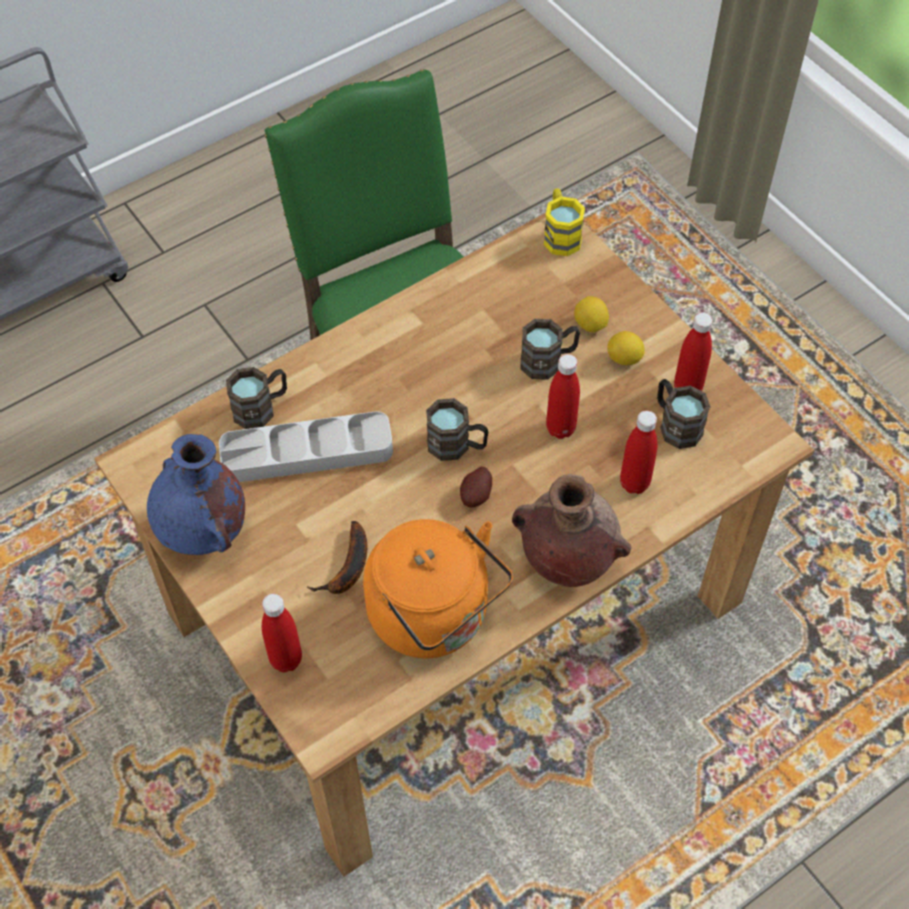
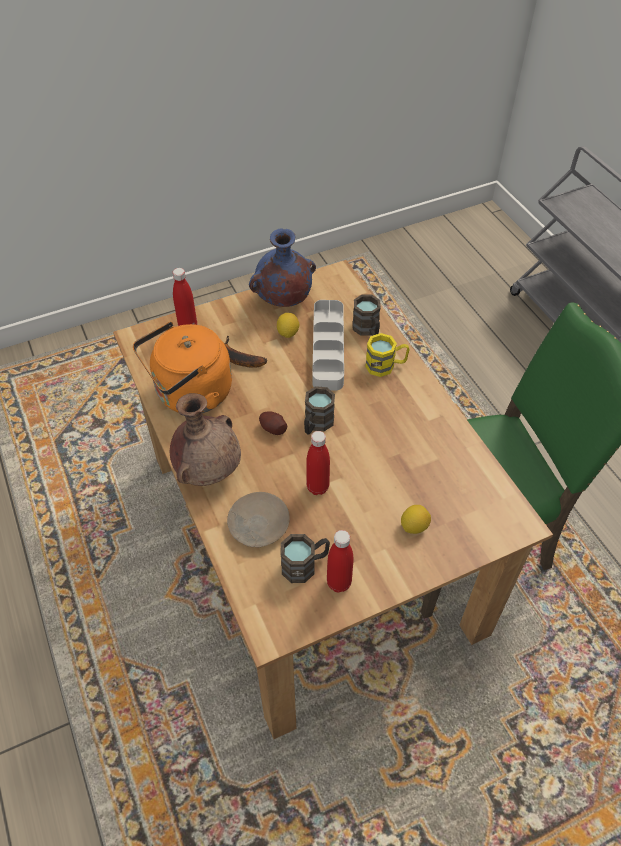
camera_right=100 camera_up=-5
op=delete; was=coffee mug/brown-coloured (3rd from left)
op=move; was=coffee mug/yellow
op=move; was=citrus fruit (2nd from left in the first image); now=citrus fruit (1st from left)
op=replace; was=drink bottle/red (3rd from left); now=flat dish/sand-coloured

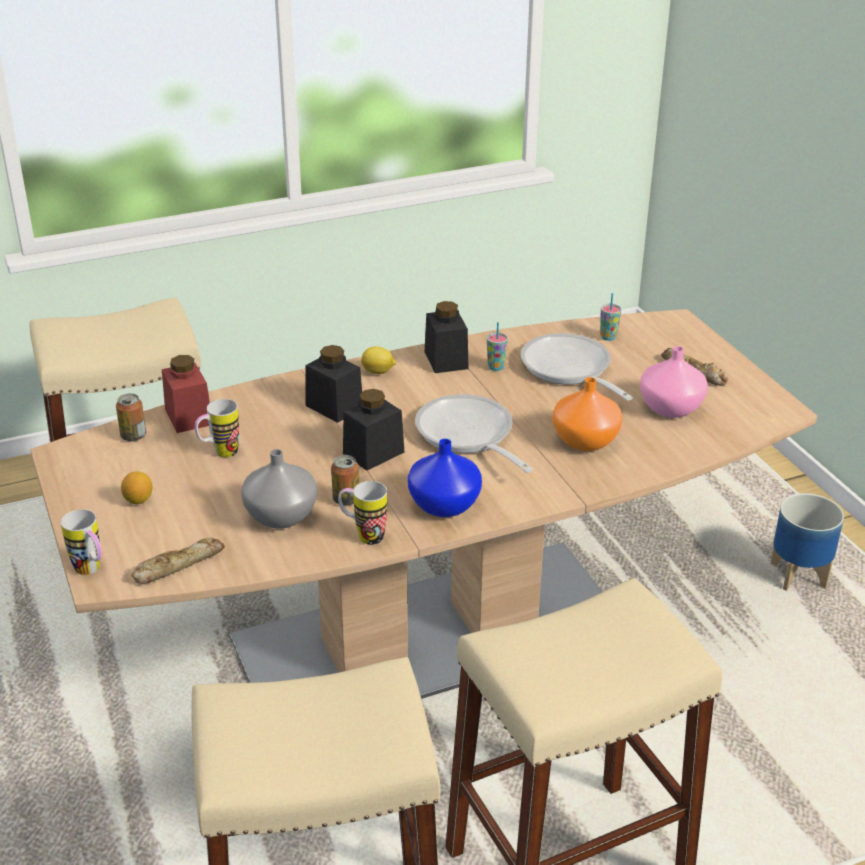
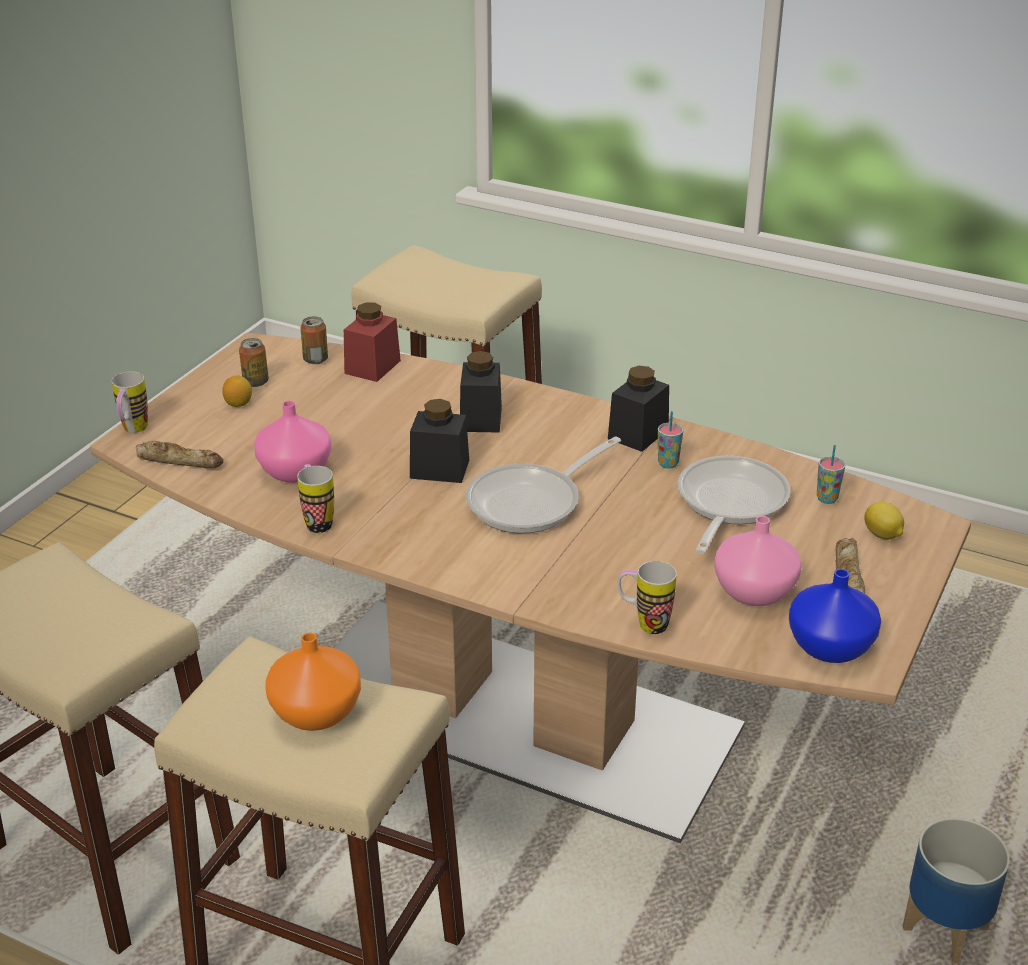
camera_right=50 camera_up=0
op=move; was=coffee mug (2nd from left in the first image); now=coffee mug (3rd from left)
op=move; was=sealed can (2nd from left in the first image); now=sealed can (1st from left)
op=move; was=citrus fruit (2nd from left)
op=move; was=flower vase/blue-coloured
op=move; was=flower vase/orange-coloured
op=recolor; was=flower vase/gray; now=flower vase/pink-coloured (1st from left)
op=rotate; was=frying pan (1st from left); clockwise=-150

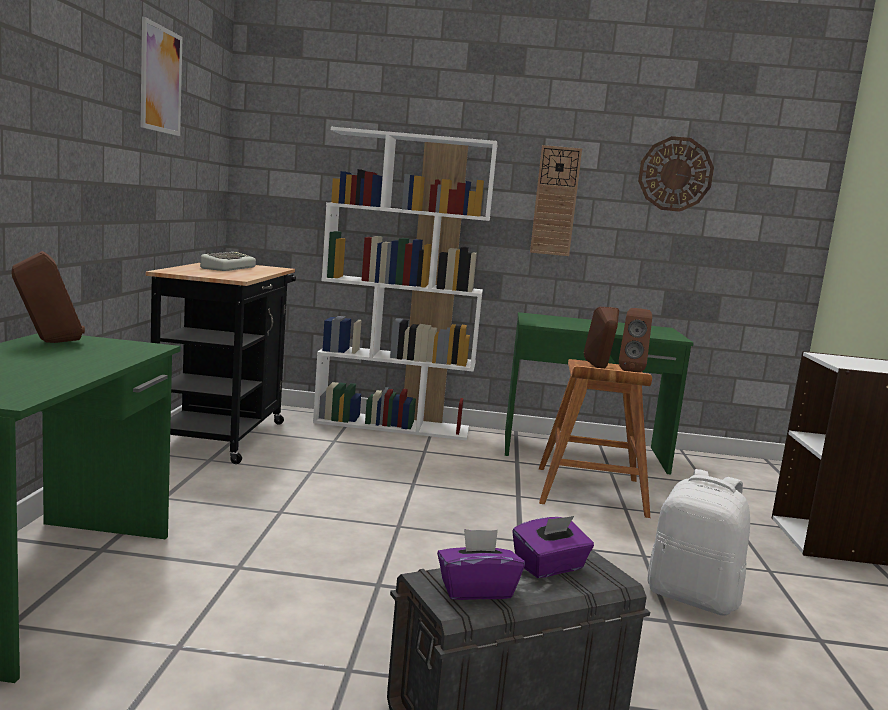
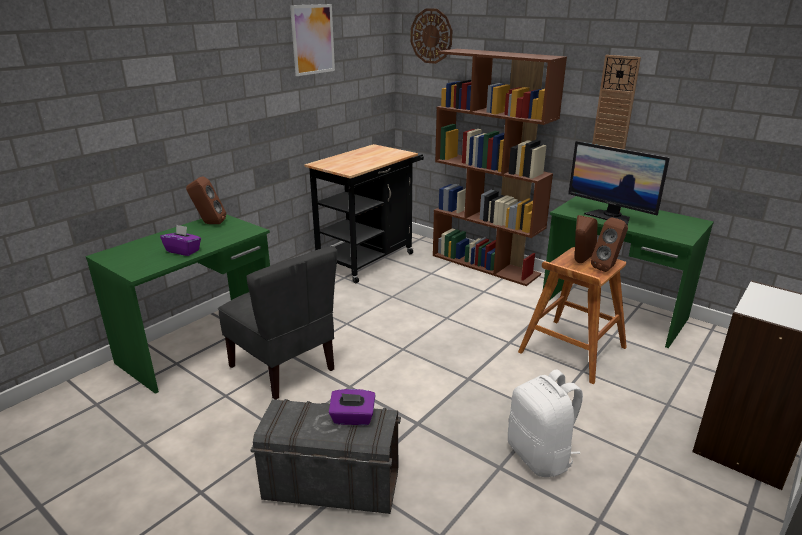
camera_right=35 camera_up=15
op=delete; was=computer keyboard
op=insert; now=plain chair/gray
op=insert; now=computer screen
op=move; was=tissue box/purple (1st from left)
op=move; was=clock on the wall (2nd from left in the first image); now=clock on the wall (1st from left)
op=recolor; was=bookshelf/white-coloured (1st from left); now=bookshelf/brown-coloured

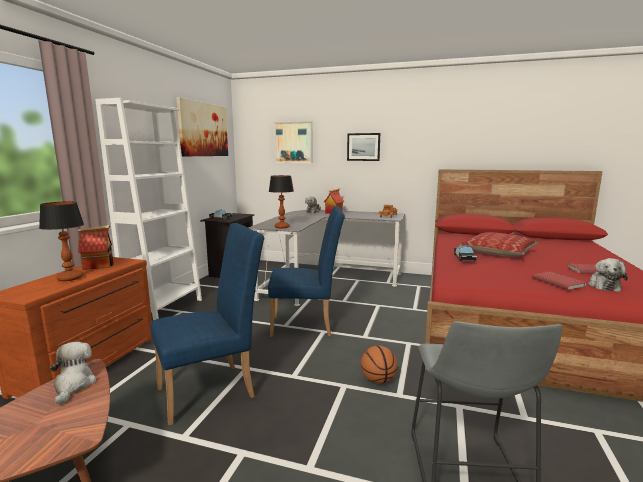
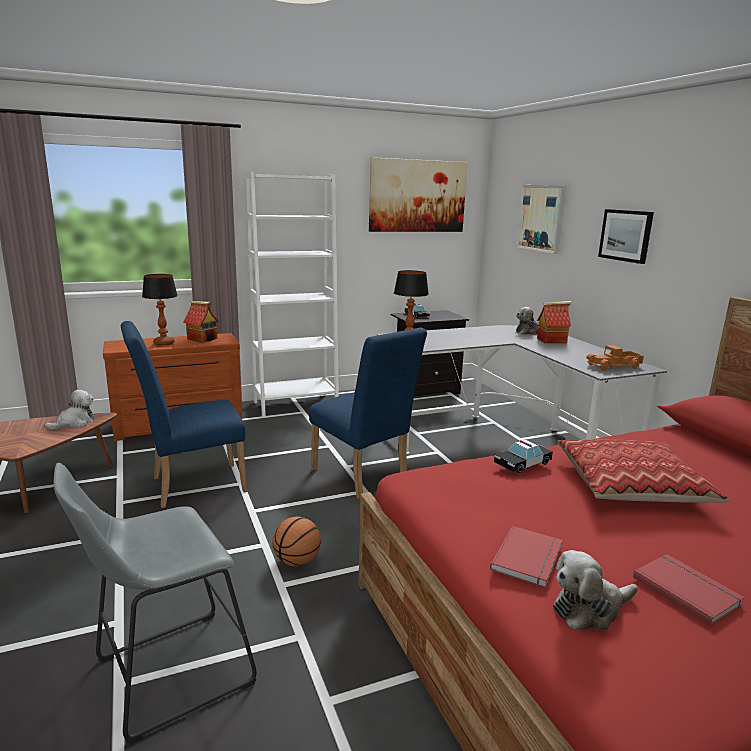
camera_right=50 camera_up=5
op=rotate; was=plain chair/blue-coloured (1st from left); clockwise=135

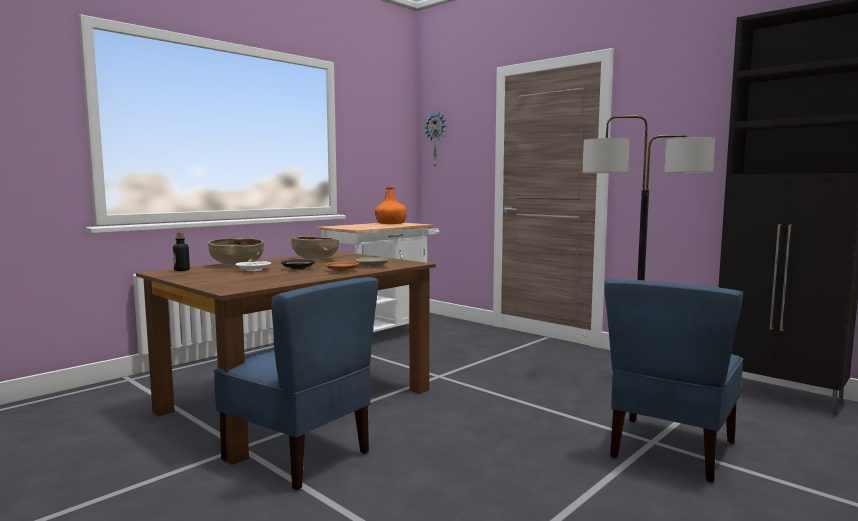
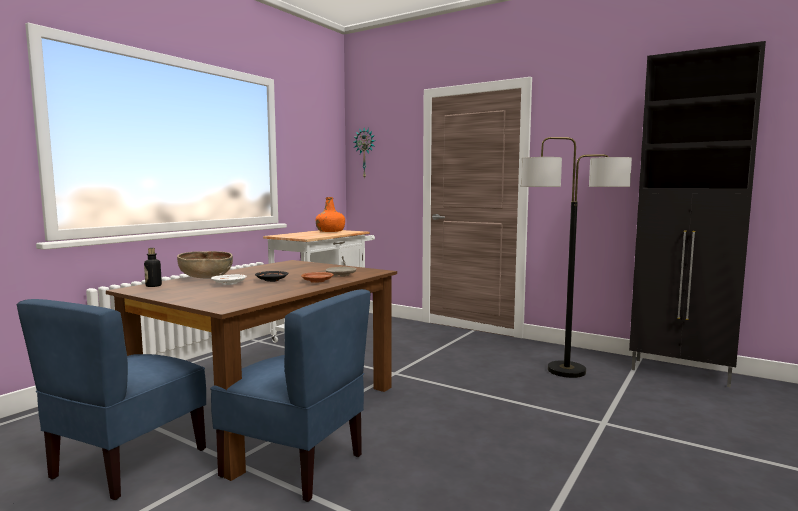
camera_right=-10 camera_up=0
op=delete; was=bowl/brown-coloured (2nd from left)
op=move; was=plain chair/blue-coloured (2nd from left in the first image); now=plain chair/blue-coloured (1st from left)

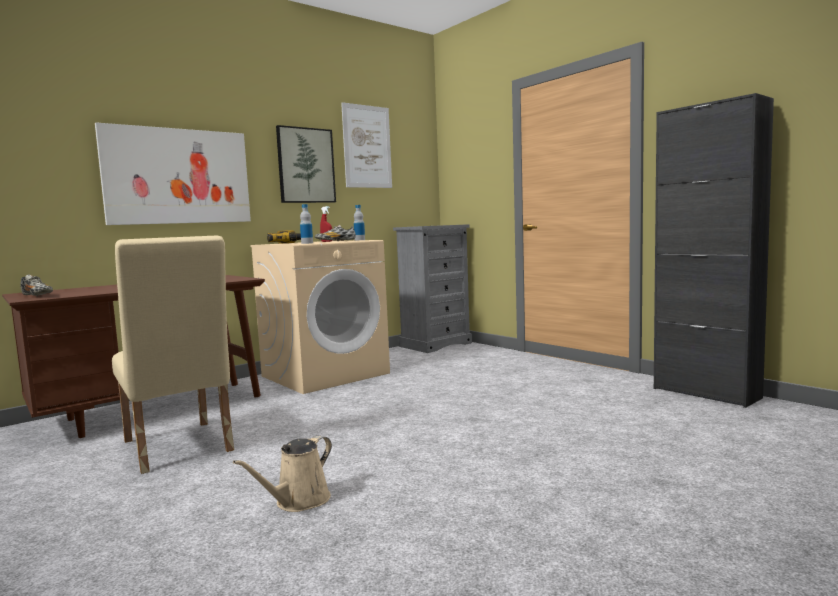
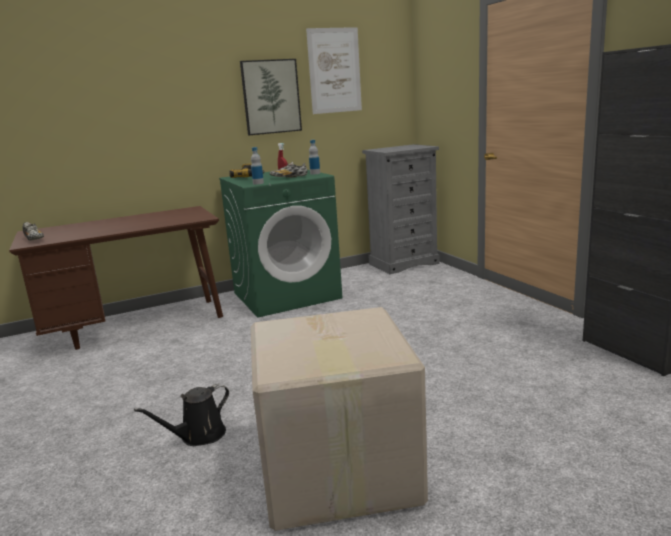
camera_right=15 camera_up=10
op=delete; was=wall art (1st from left)
op=delete; was=plain chair/sand-coloured
op=insert; now=packing box
op=recolor; was=watering can/sand-coloured; now=watering can/black-coloured
op=recolor; was=laundry machine/sand-coloured; now=laundry machine/green

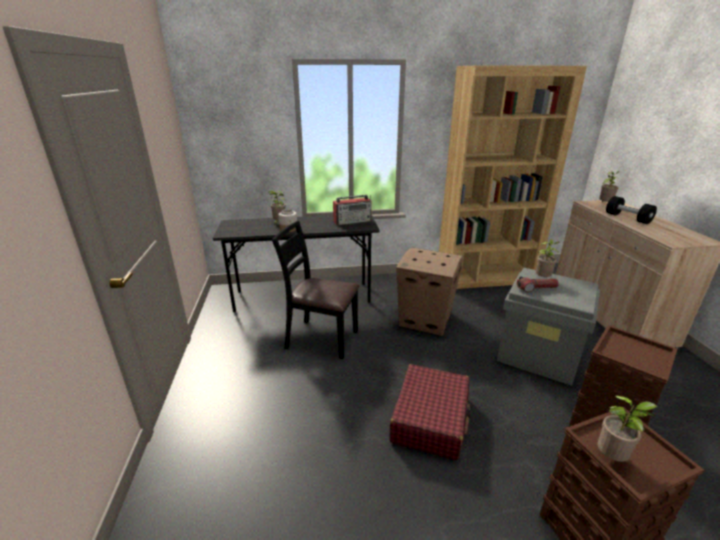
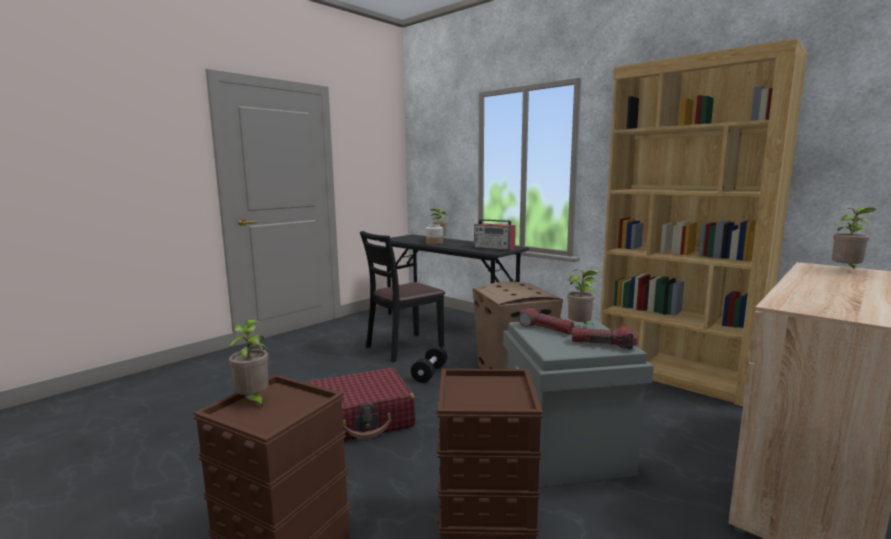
camera_right=50 camera_up=-15
op=insert; now=hand torch (2nd from left)
op=move; was=dumbbell/black-coloured
op=rotate; was=plain chair/black-coloured; clockwise=-105

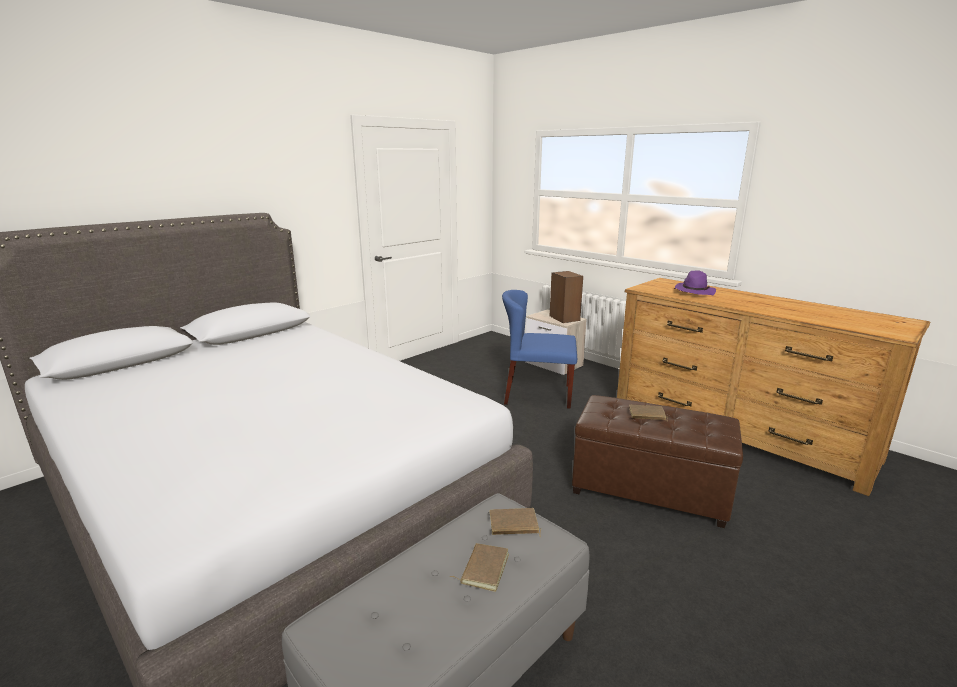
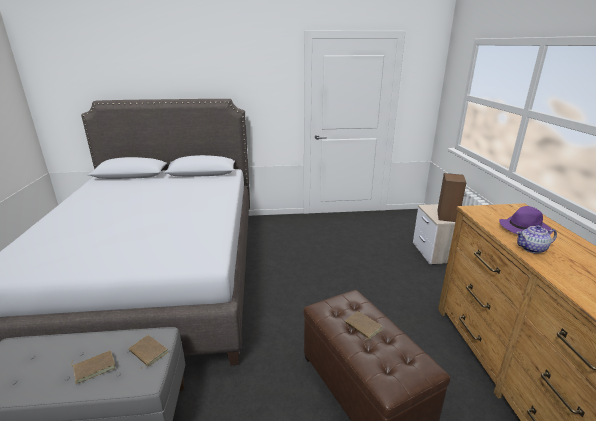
camera_right=40 camera_up=5
op=delete; was=plain chair/blue-coloured
op=insert; now=teapot

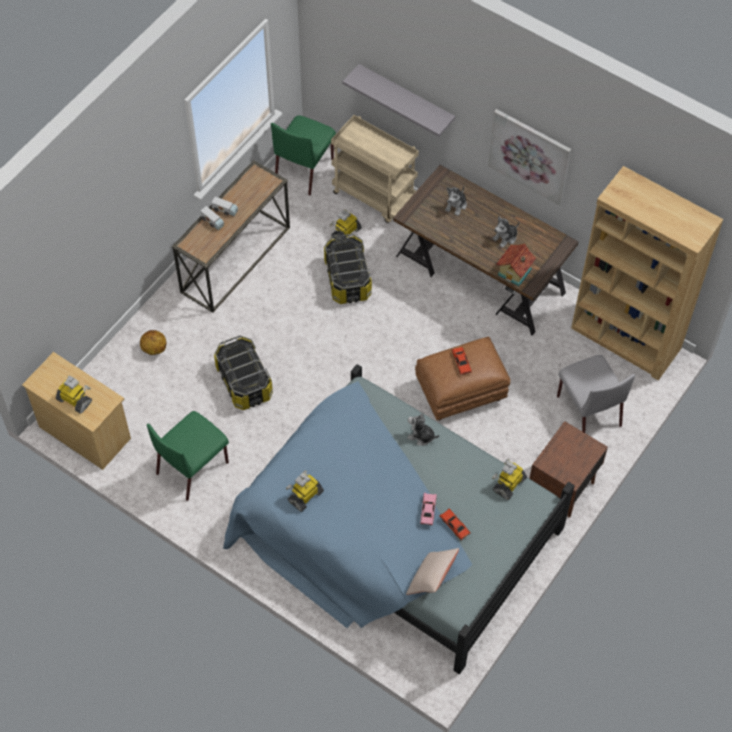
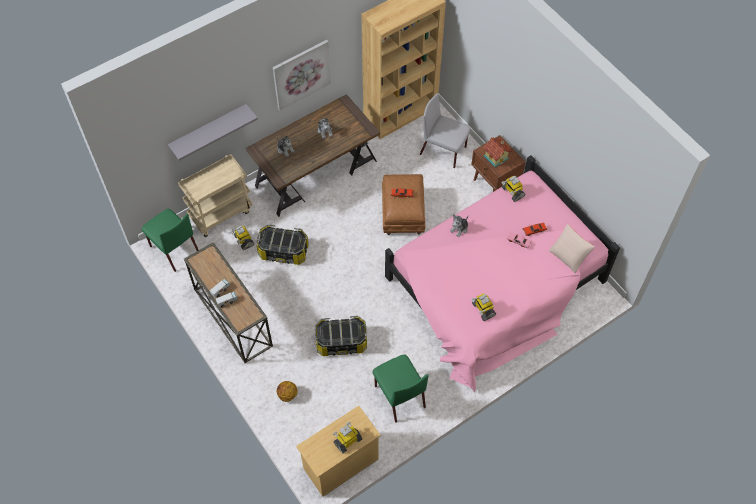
camera_right=-70 camera_up=0
op=move; was=toy house
op=recolor; was=sleeping bed/blue-coloured; now=sleeping bed/pink-coloured
op=rotate; was=plain chair/gray; clockwise=-150

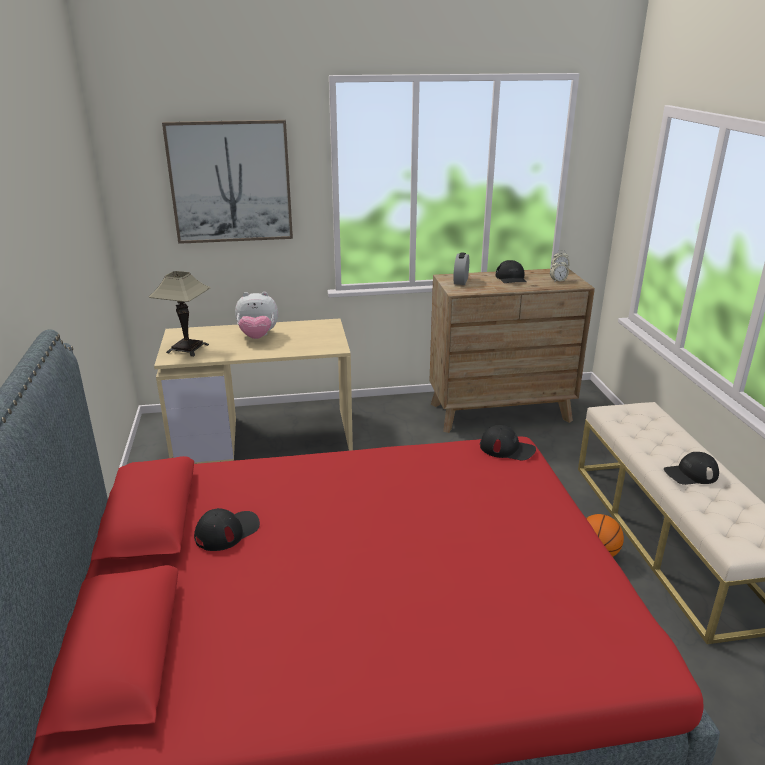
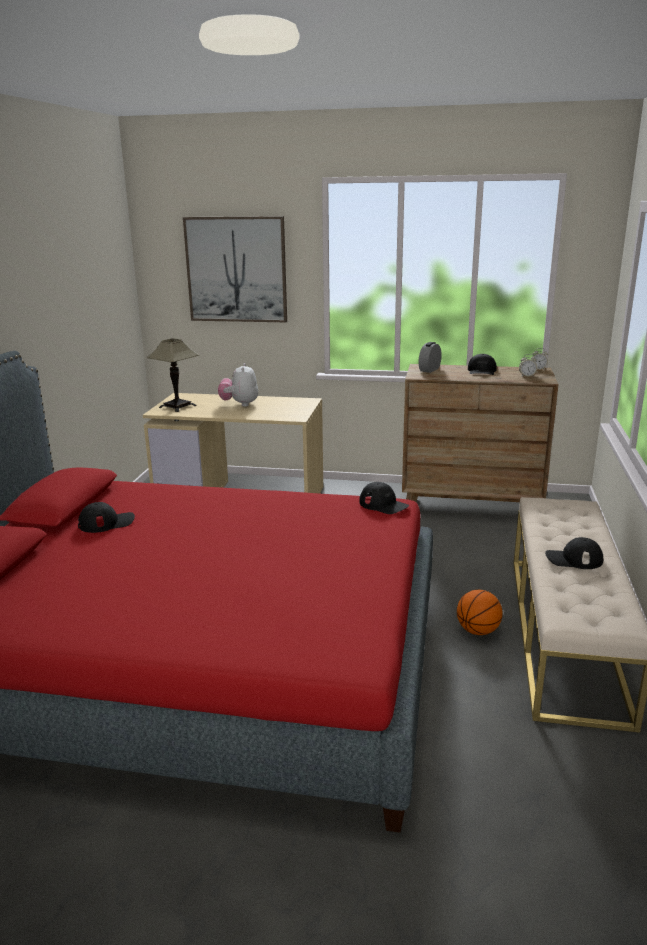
camera_right=20 camera_up=-5
op=rotate; was=soft toy; clockwise=75

